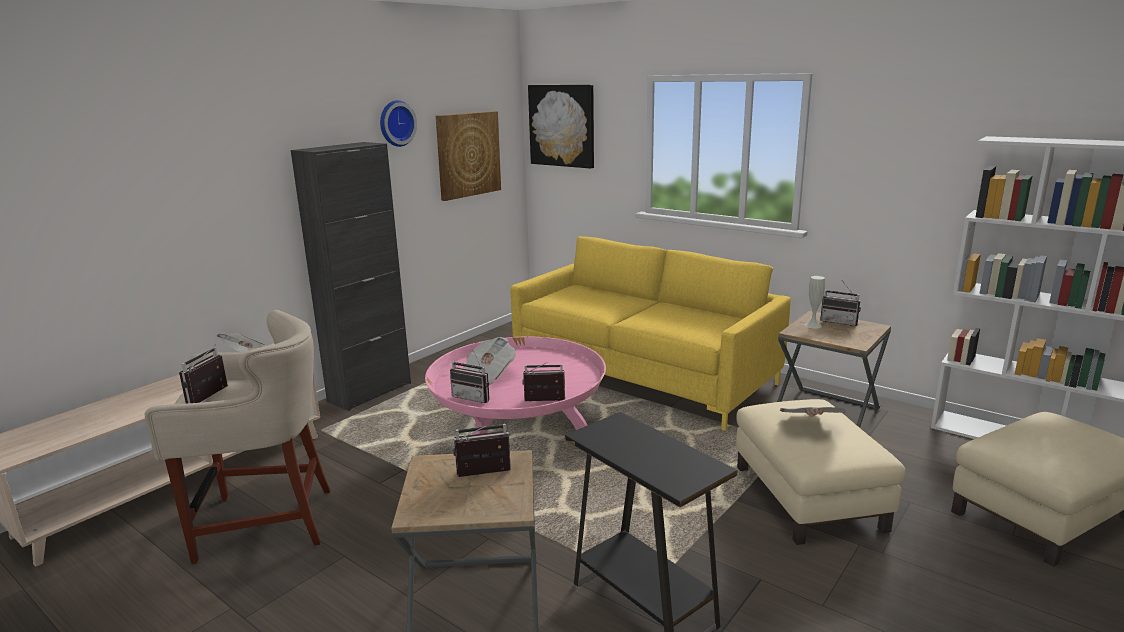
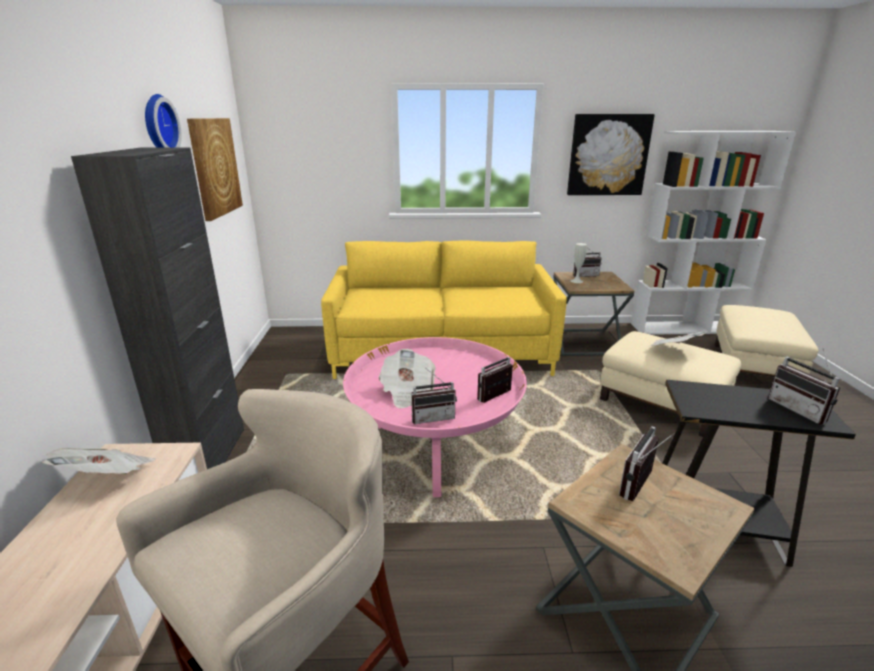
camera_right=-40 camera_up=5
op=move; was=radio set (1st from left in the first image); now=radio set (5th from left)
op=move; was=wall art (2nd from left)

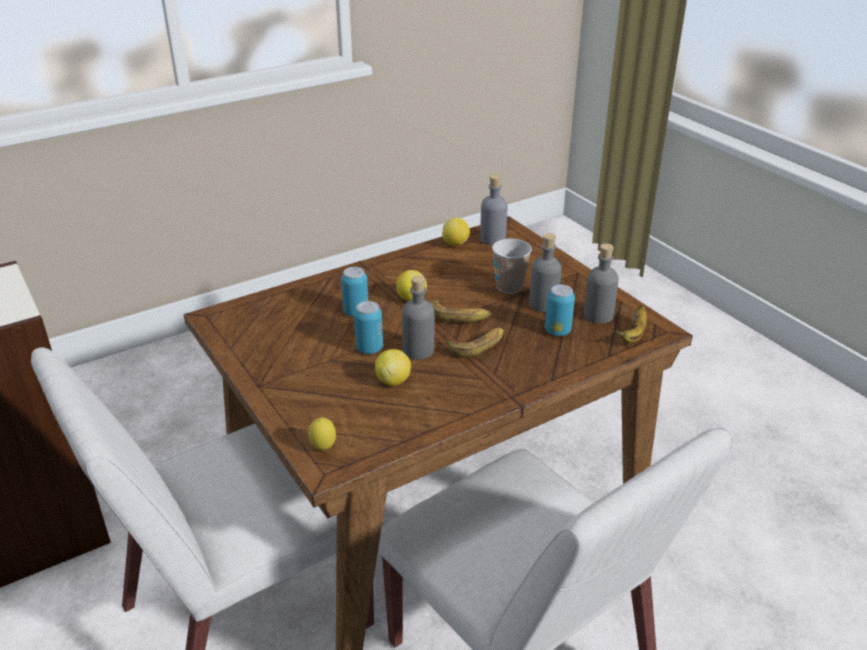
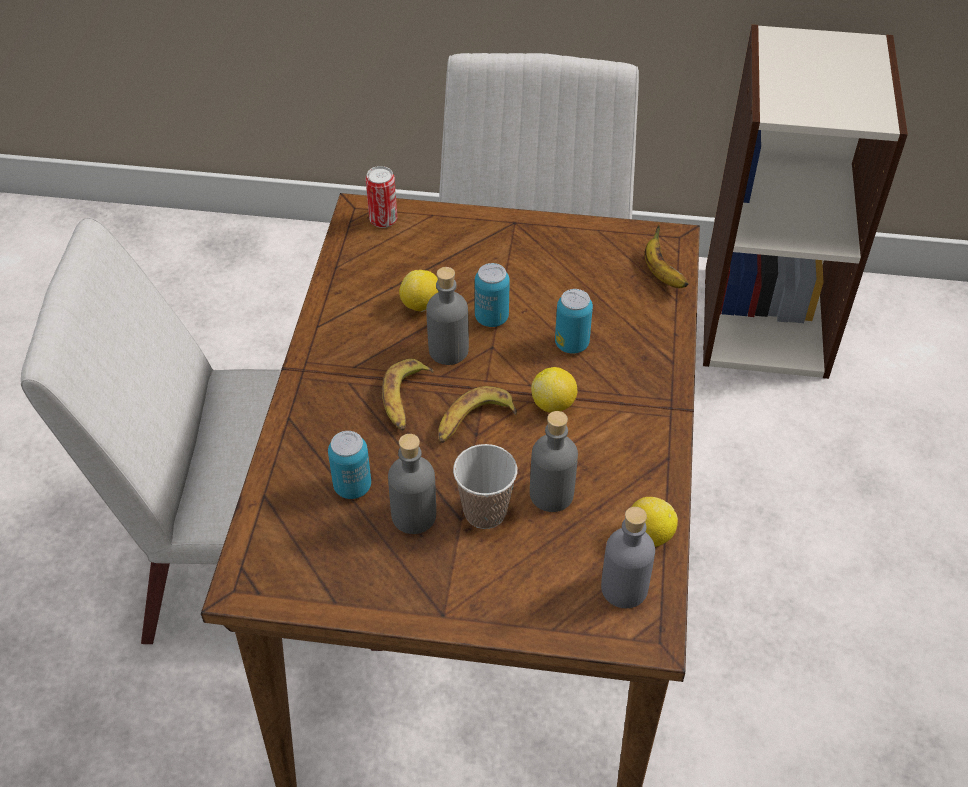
camera_right=130 camera_up=15
op=move; was=drink bottle/gray (4th from left in the first image); now=drink bottle/gray (3rd from left)
op=move; was=banana fruit (3rd from left)
op=replace; was=citrus fruit (1st from left); now=sealed can (2nd from left)

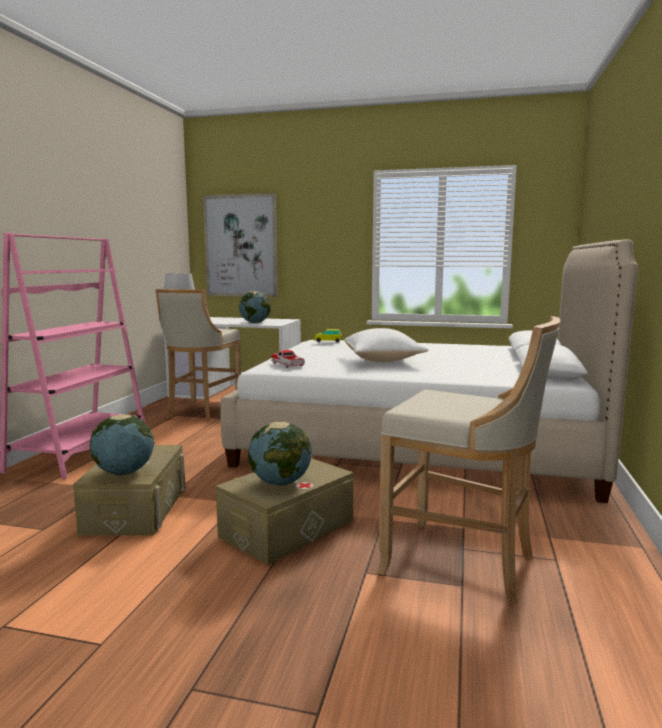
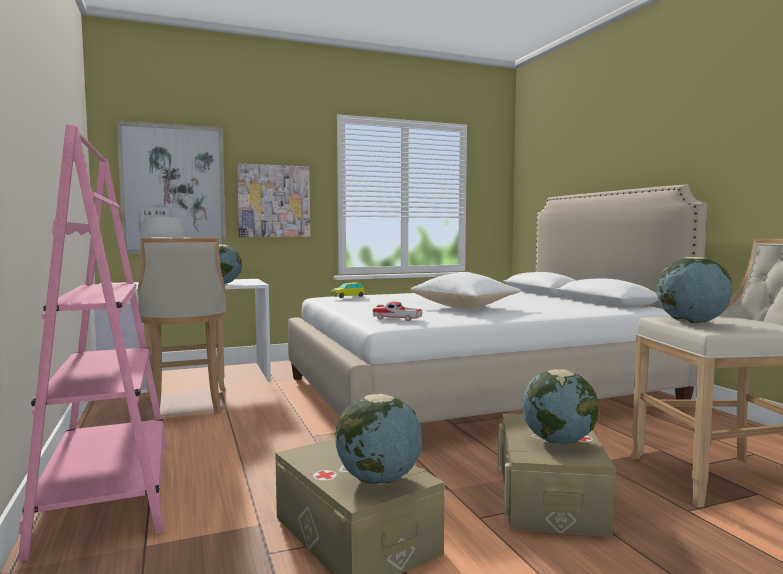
camera_right=-35 camera_up=-5
op=insert; now=wall art (2nd from left)
op=insert; now=desk globe (4th from left)

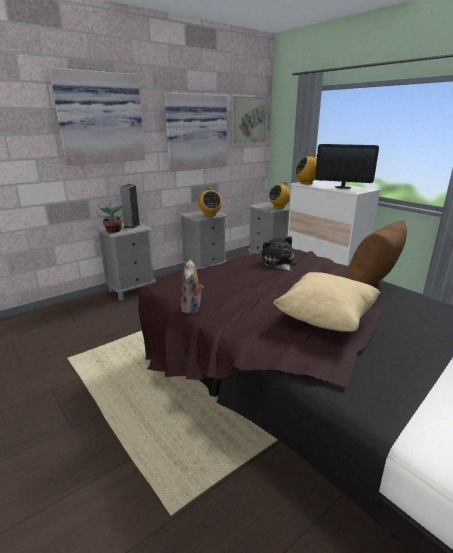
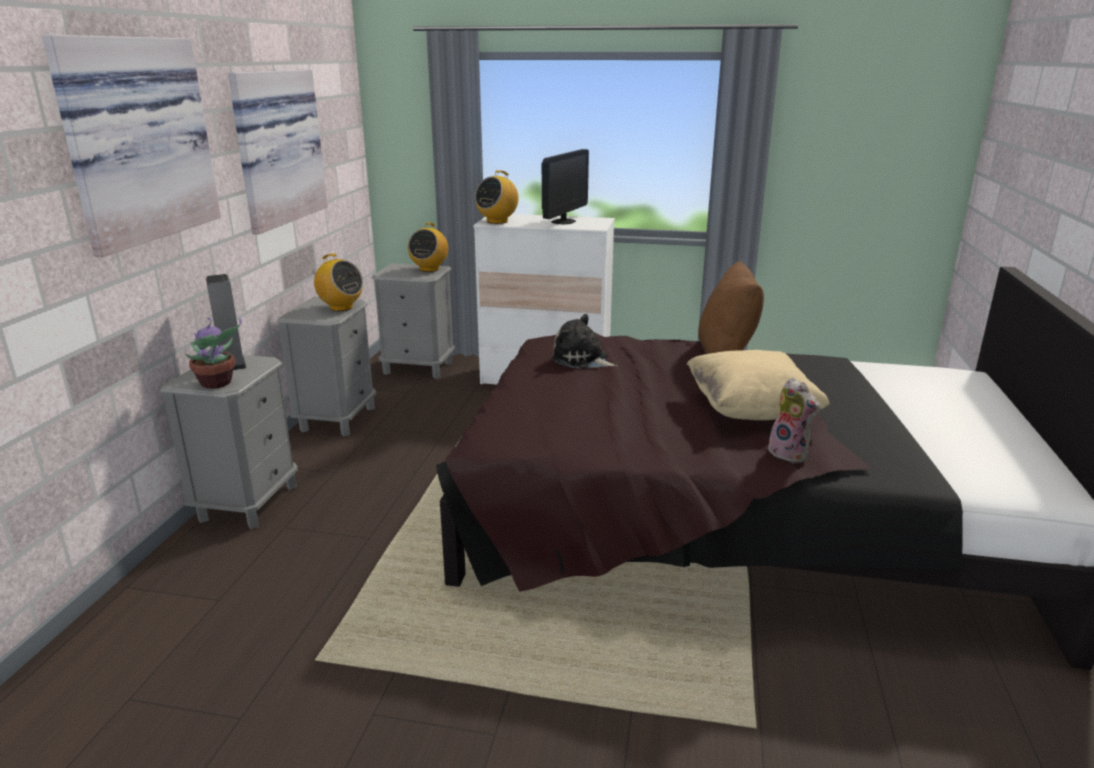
camera_right=-40 camera_up=0
op=delete; was=wall art (3rd from left)
op=move; was=soft toy (1st from left in the first image); now=soft toy (2nd from left)
op=rotate; was=computer screen; clockwise=-45

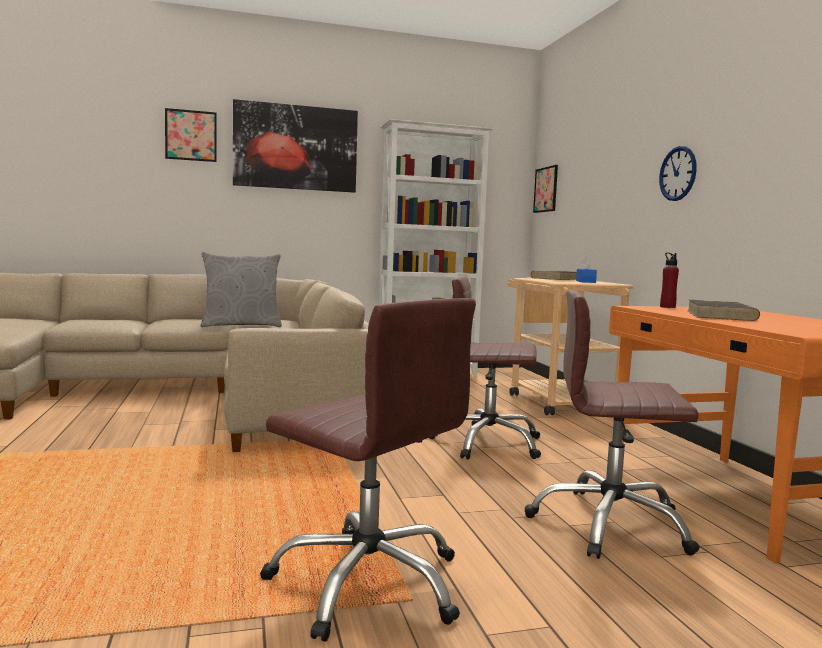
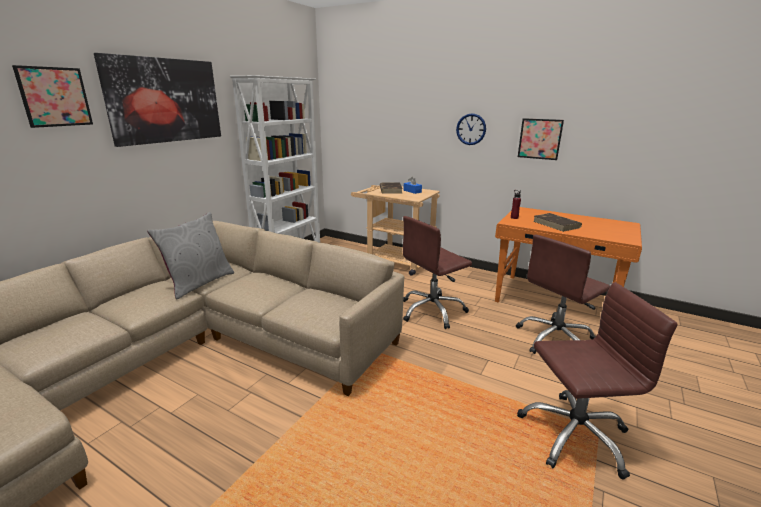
camera_right=-45 camera_up=15
op=move; was=wall art (3rd from left)

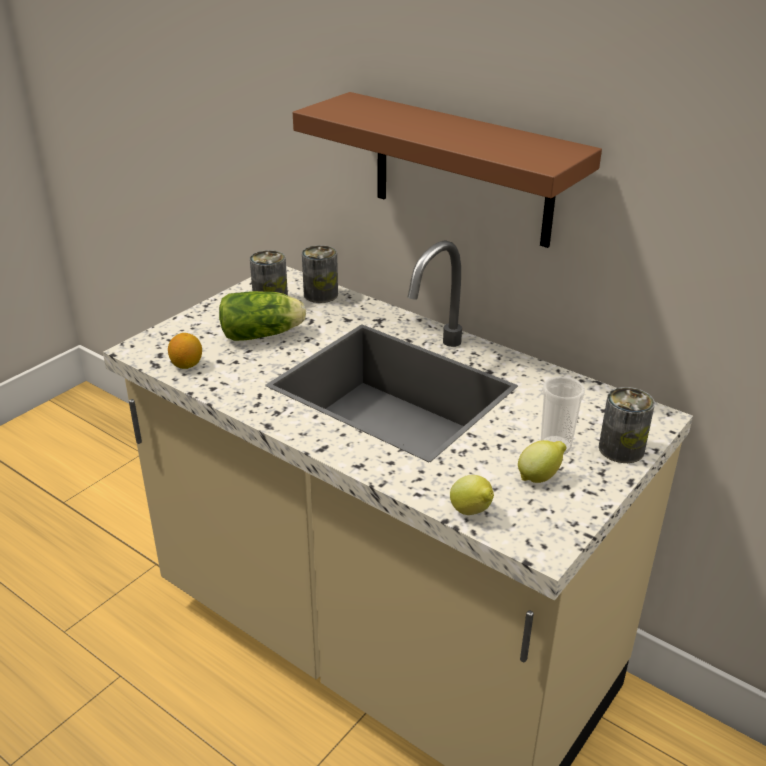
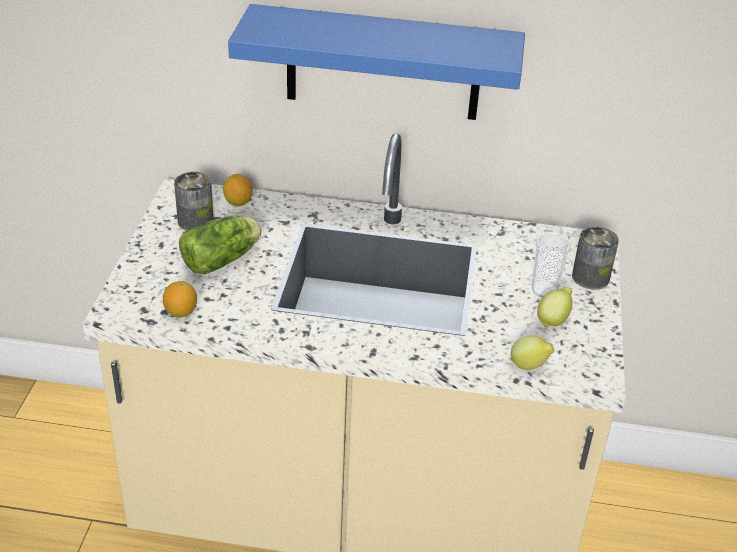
camera_right=-30 camera_up=5
op=replace; was=sealed can (2nd from left); now=citrus fruit (2nd from left)
op=recolor; was=bracket shelf/brown-coloured; now=bracket shelf/blue-coloured

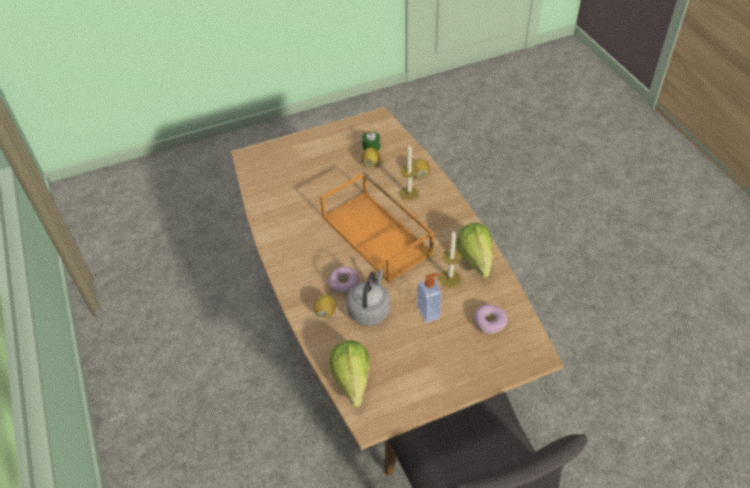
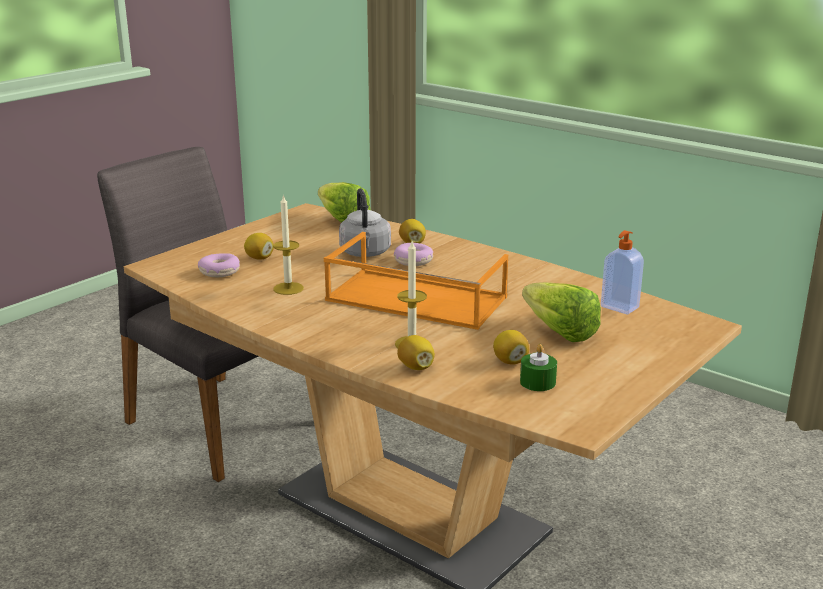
camera_right=150 camera_up=-25
op=insert; now=citrus fruit (1st from left)
op=move; was=soap bottle
op=move; was=lettuce (2nd from left)

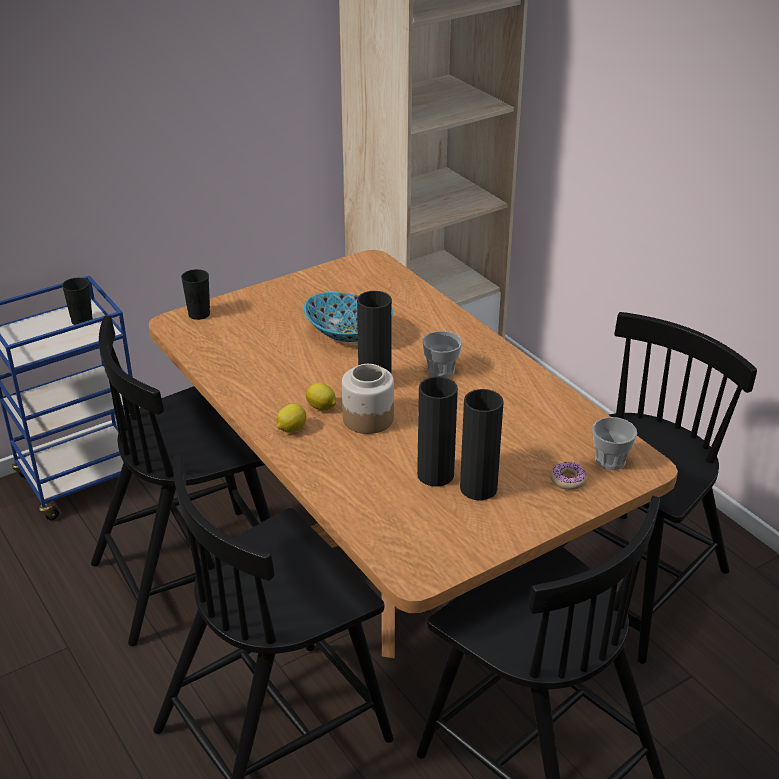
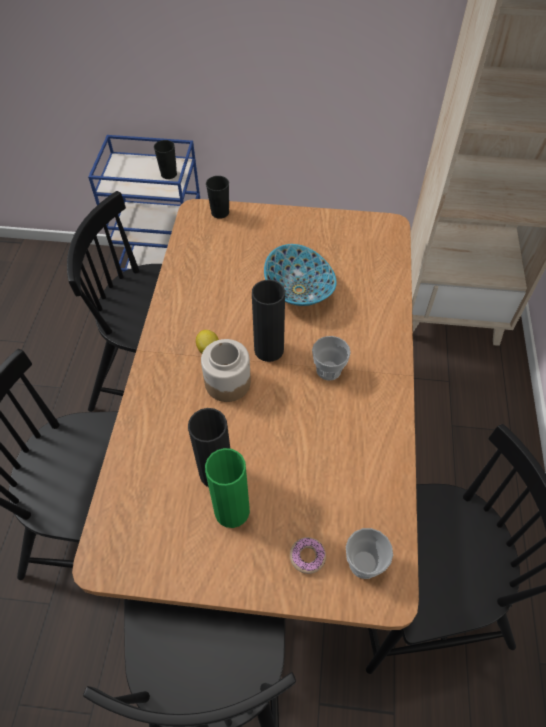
camera_right=40 camera_up=20
op=delete; was=citrus fruit (1st from left)
op=recolor; was=flower vase/black-coloured (3rd from left); now=flower vase/green

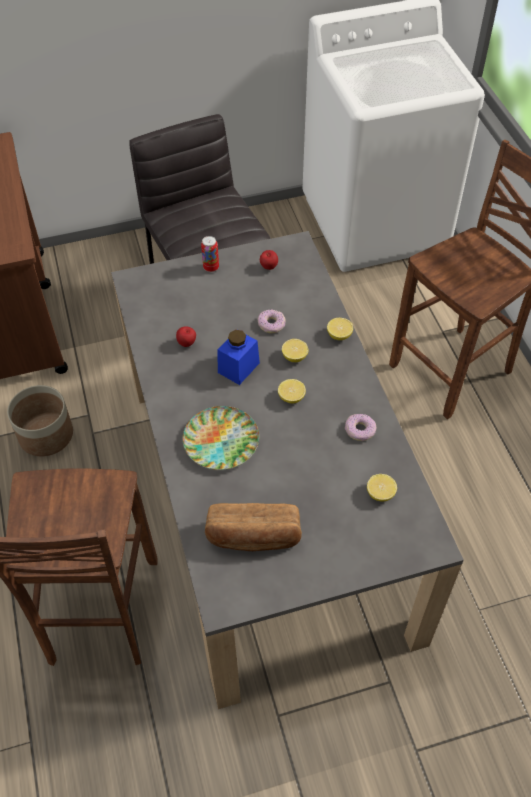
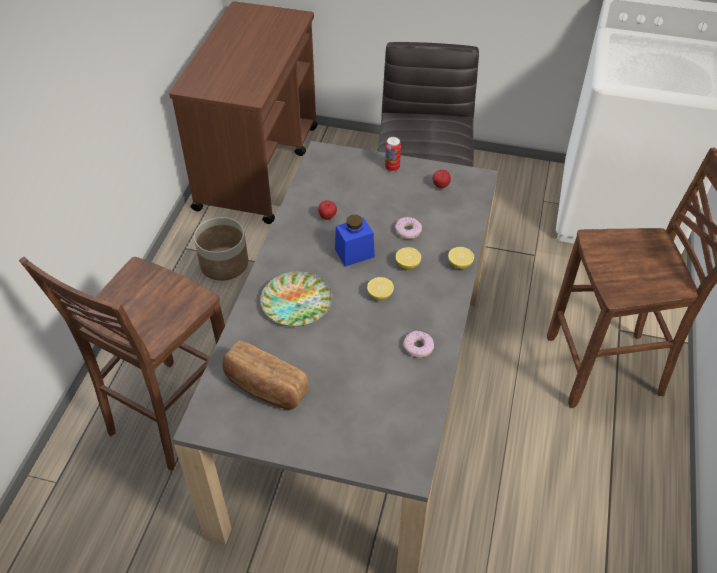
camera_right=30 camera_up=-5
op=delete; was=citrus fruit (4th from left)

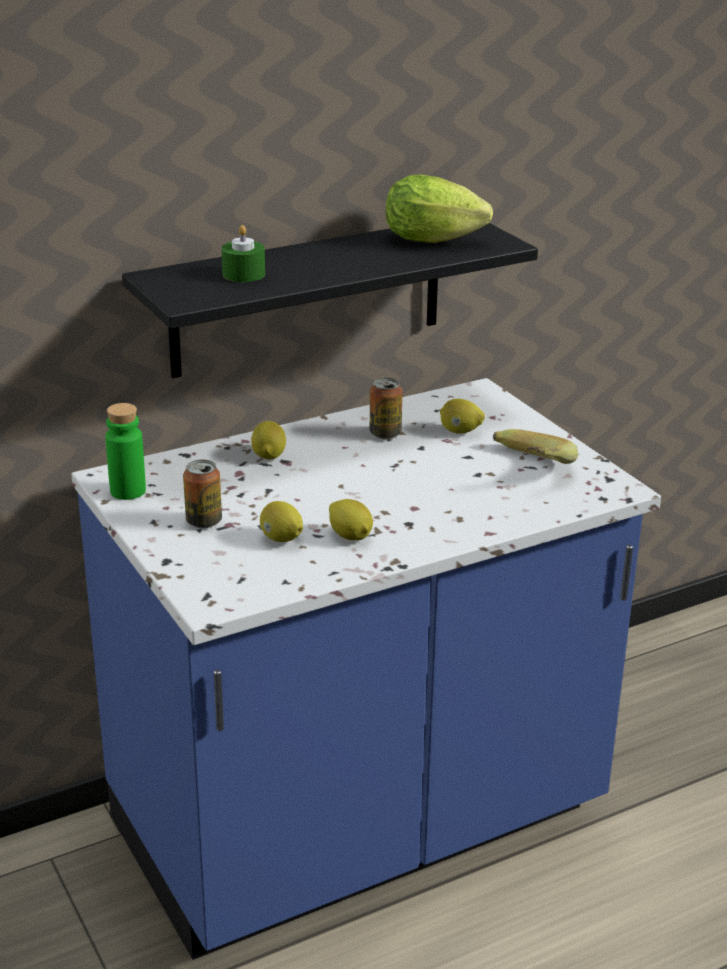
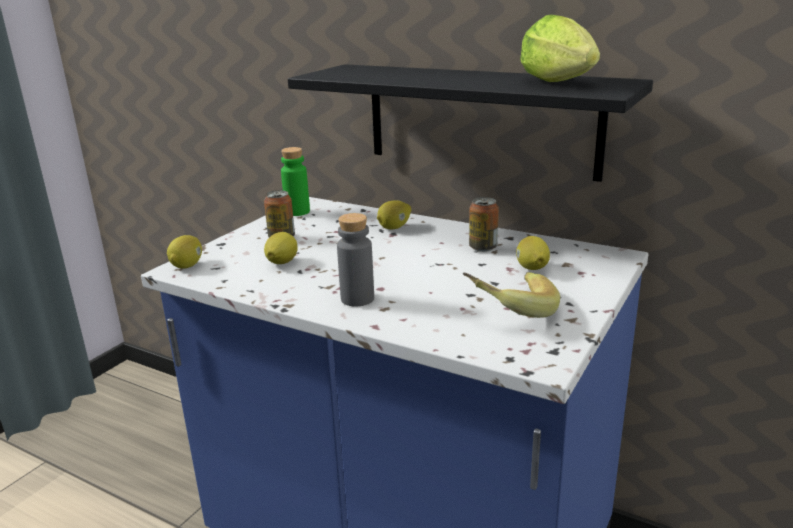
camera_right=60 camera_up=-5
op=delete; was=wax candle/green
op=insert; now=drink bottle/gray
op=move; was=citrus fruit (3rd from left in the first image); now=citrus fruit (1st from left)

